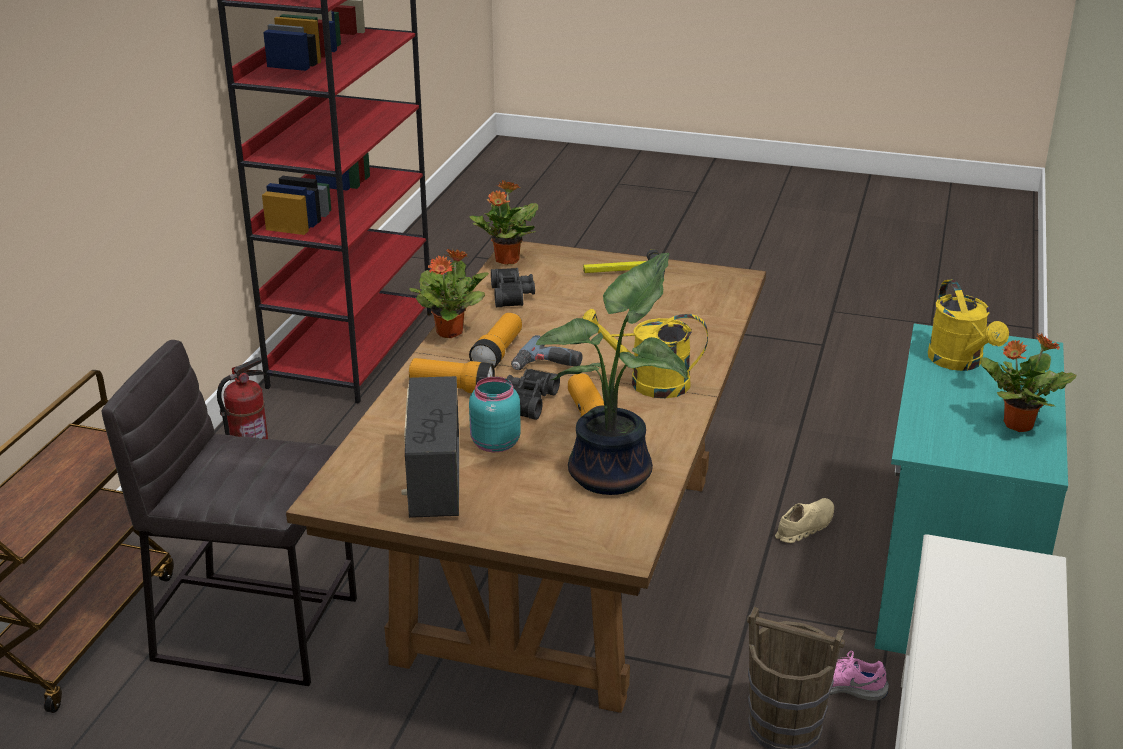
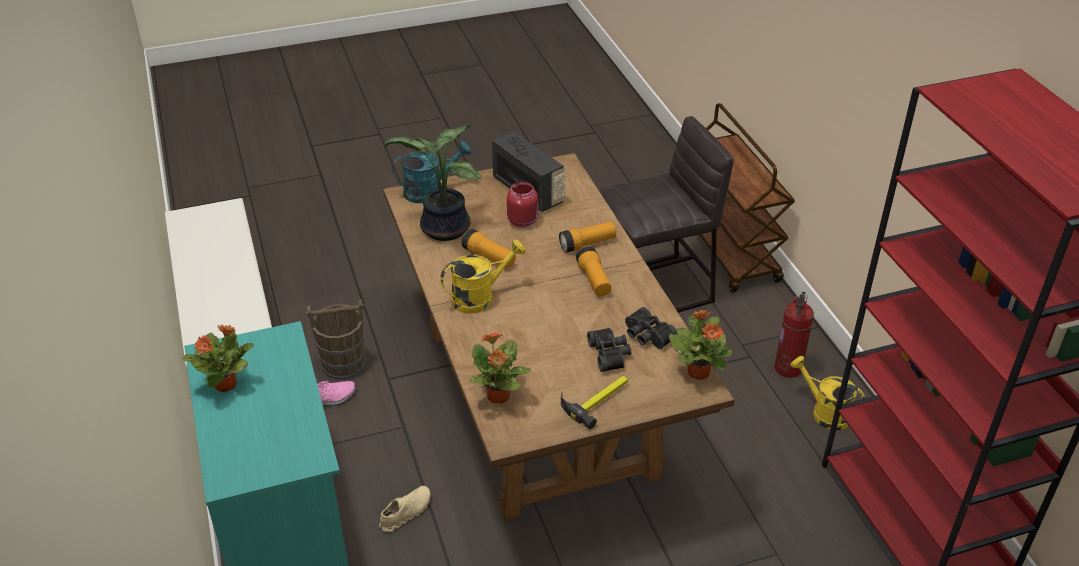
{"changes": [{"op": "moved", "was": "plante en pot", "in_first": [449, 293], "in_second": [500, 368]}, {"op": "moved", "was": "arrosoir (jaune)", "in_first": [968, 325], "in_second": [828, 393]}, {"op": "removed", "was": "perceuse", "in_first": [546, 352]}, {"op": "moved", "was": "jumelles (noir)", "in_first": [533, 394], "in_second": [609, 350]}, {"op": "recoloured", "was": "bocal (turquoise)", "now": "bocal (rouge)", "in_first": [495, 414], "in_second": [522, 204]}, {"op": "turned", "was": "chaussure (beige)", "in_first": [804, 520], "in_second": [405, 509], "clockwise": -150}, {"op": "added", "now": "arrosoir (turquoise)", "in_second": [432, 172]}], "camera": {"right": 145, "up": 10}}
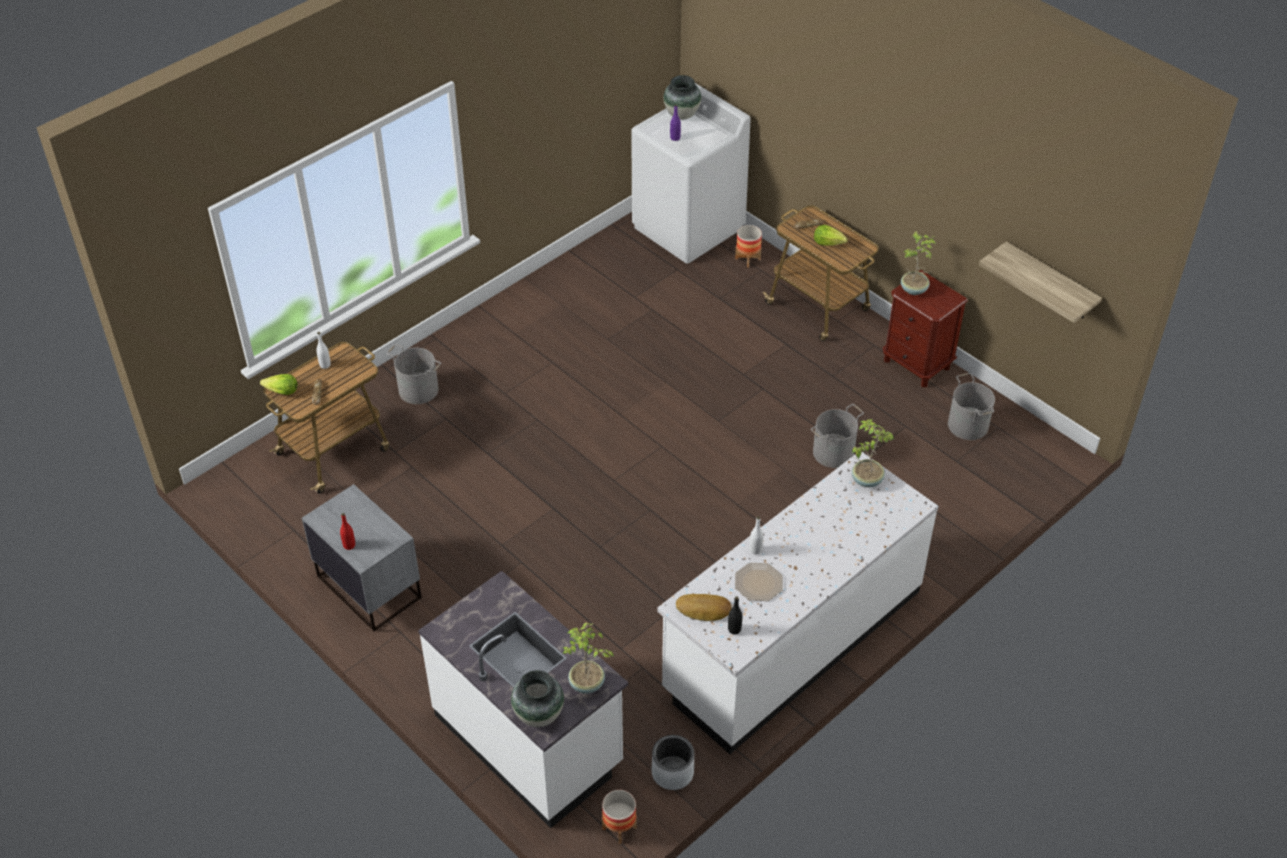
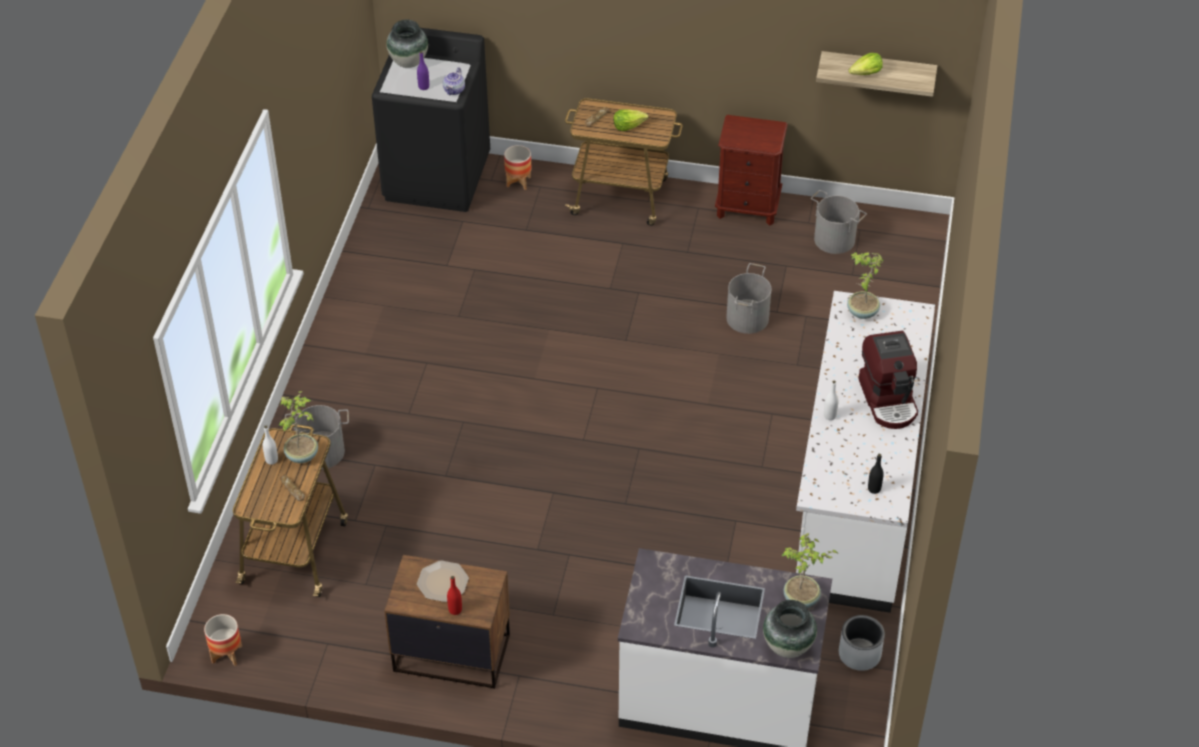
{"changes": [{"op": "recoloured", "was": "lave-linge (blanc)", "now": "lave-linge (noir)", "in_first": [691, 173], "in_second": [431, 120]}, {"op": "moved", "was": "plante en pot", "in_first": [919, 263], "in_second": [298, 427]}, {"op": "moved", "was": "laitue", "in_first": [279, 384], "in_second": [865, 64]}, {"op": "recoloured", "was": "table de chevet (gris)", "now": "table de chevet (marron)", "in_first": [362, 558], "in_second": [447, 622]}, {"op": "moved", "was": "assiette", "in_first": [759, 582], "in_second": [443, 581]}, {"op": "removed", "was": "pain", "in_first": [704, 607]}, {"op": "moved", "was": "cache-pot", "in_first": [619, 817], "in_second": [223, 640]}, {"op": "added", "now": "théière", "in_second": [454, 81]}, {"op": "added", "now": "machine à café", "in_second": [888, 380]}], "camera": {"right": -35, "up": 0}}
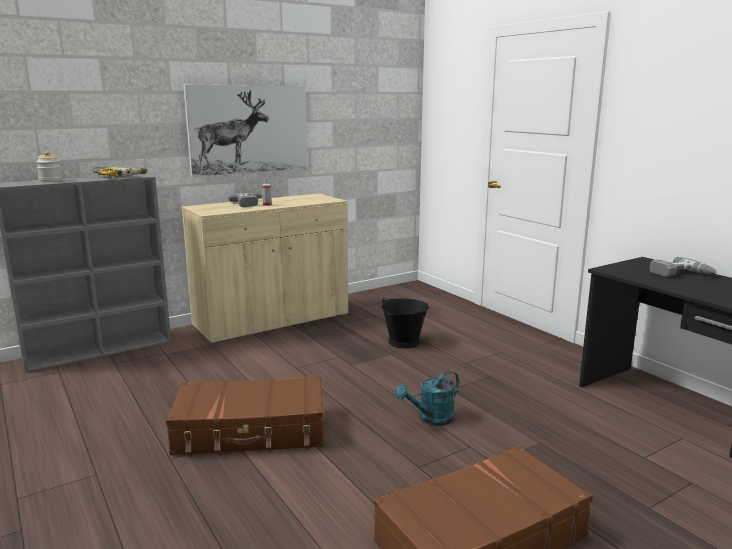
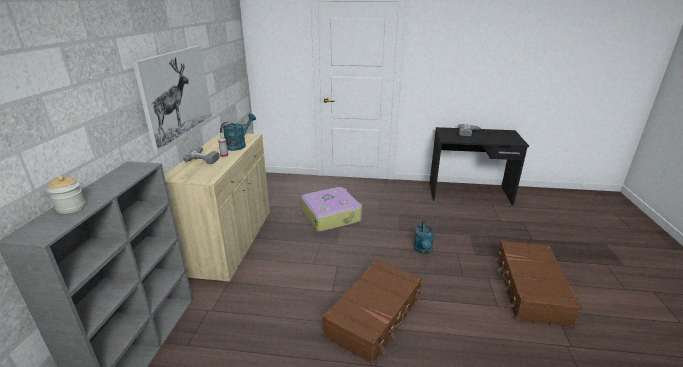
{"changes": [{"op": "removed", "was": "perceuse", "in_first": [119, 171]}, {"op": "replaced", "was": "seau (noir)", "now": "valise", "in_first": [406, 323], "in_second": [331, 209]}, {"op": "added", "now": "arrosoir (turquoise)", "in_second": [238, 132]}], "camera": {"right": -50, "up": 10}}
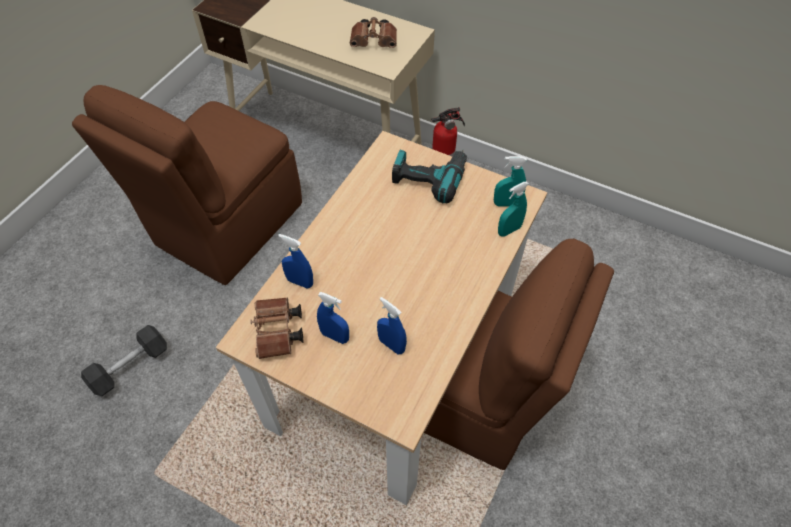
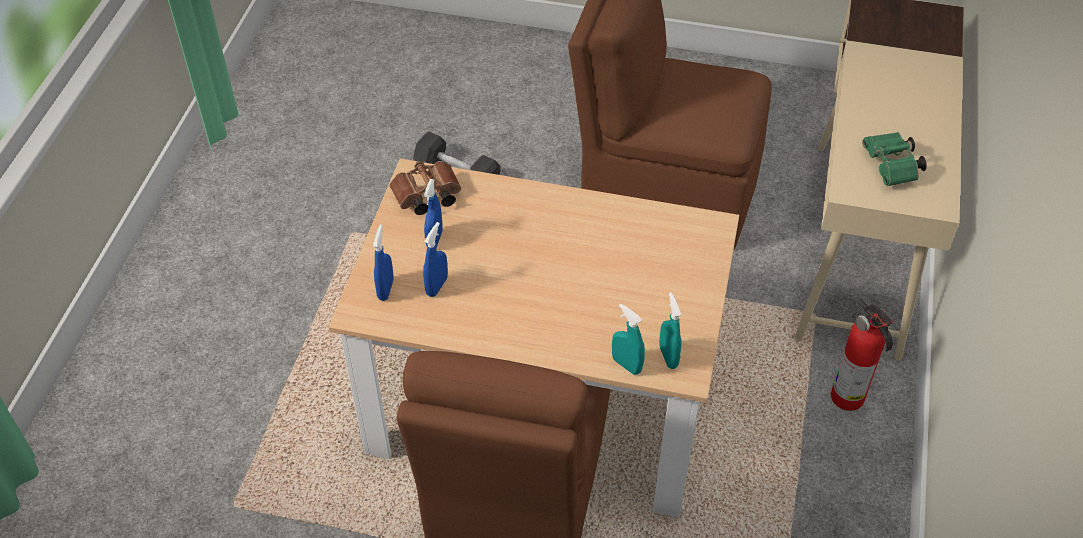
{"changes": [{"op": "recoloured", "was": "jumelles (marron)", "now": "jumelles (vert)", "in_first": [373, 32], "in_second": [894, 159]}, {"op": "removed", "was": "perceuse", "in_first": [429, 177]}, {"op": "moved", "was": "vaporisateur (bleu)", "in_first": [295, 261], "in_second": [383, 262]}], "camera": {"right": 75, "up": -5}}
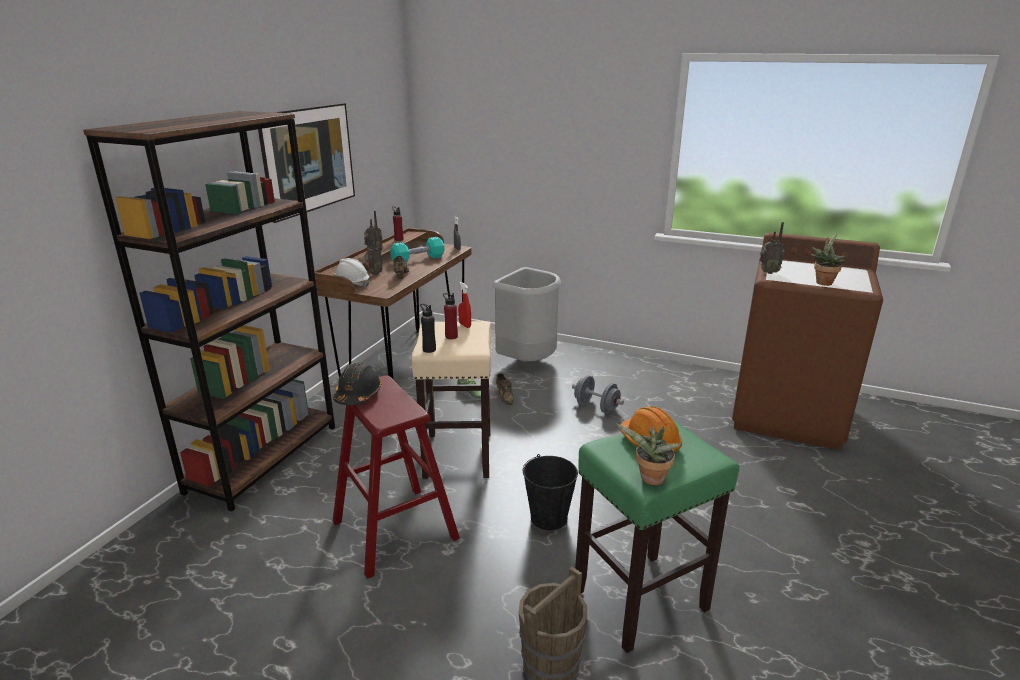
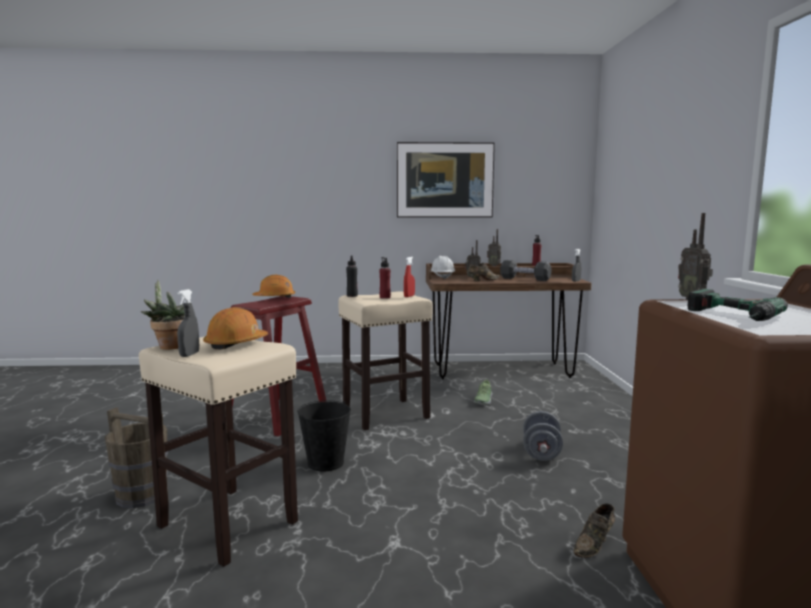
{"changes": [{"op": "removed", "was": "bibliothèque (marron)", "in_first": [209, 311]}, {"op": "replaced", "was": "plante en pot", "now": "perceuse", "in_first": [828, 259], "in_second": [737, 305]}, {"op": "recoloured", "was": "haltère (turquoise)", "now": "haltère (noir)", "in_first": [417, 250], "in_second": [526, 270]}, {"op": "removed", "was": "poubelle (gris)", "in_first": [527, 314]}, {"op": "recoloured", "was": "casque de chantier (noir)", "now": "casque de chantier (orange)", "in_first": [357, 383], "in_second": [273, 286]}, {"op": "moved", "was": "chaussure (marron)", "in_first": [505, 389], "in_second": [594, 531]}, {"op": "recoloured", "was": "tabouret (vert)", "now": "tabouret (beige)", "in_first": [657, 536], "in_second": [218, 451]}, {"op": "added", "now": "vaporisateur (gris)", "in_second": [188, 323]}], "camera": {"right": 65, "up": -15}}
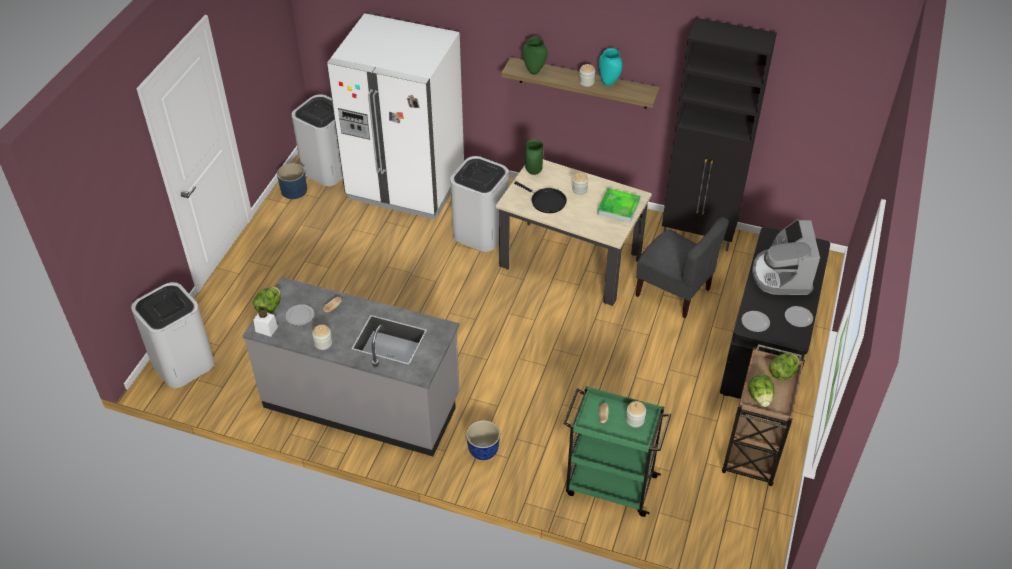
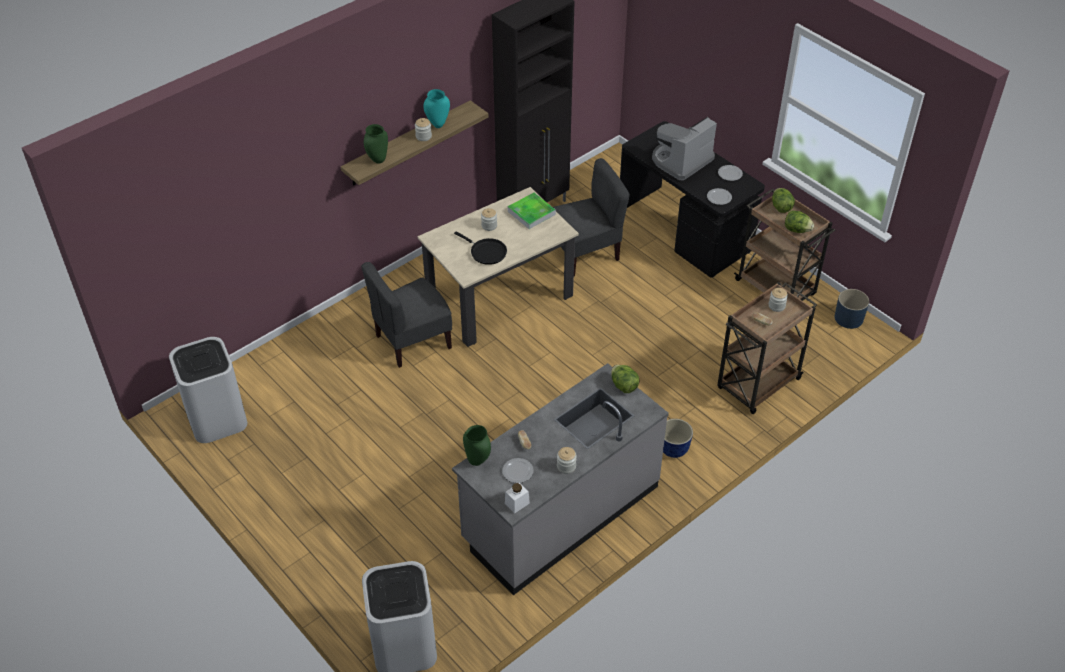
{"changes": [{"op": "removed", "was": "réfrigérateur (blanc)", "in_first": [395, 116]}, {"op": "moved", "was": "vase (vert)", "in_first": [534, 157], "in_second": [477, 445]}, {"op": "replaced", "was": "poubelle (blanc)", "now": "chaise (gris)", "in_first": [479, 204], "in_second": [406, 315]}, {"op": "moved", "was": "cache-pot (bleu)", "in_first": [292, 181], "in_second": [851, 309]}, {"op": "turned", "was": "poêle (noir)", "in_first": [540, 197], "in_second": [480, 248], "clockwise": 60}, {"op": "turned", "was": "machine à café", "in_first": [786, 257], "in_second": [684, 148], "clockwise": 105}, {"op": "moved", "was": "laitue", "in_first": [267, 300], "in_second": [625, 379]}, {"op": "recoloured", "was": "chariot (vert)", "now": "chariot (marron)", "in_first": [617, 451], "in_second": [767, 348]}], "camera": {"right": -60, "up": 0}}
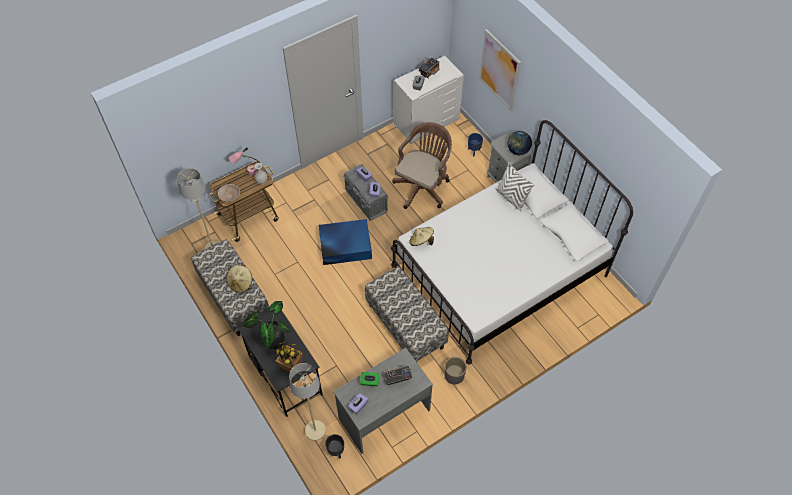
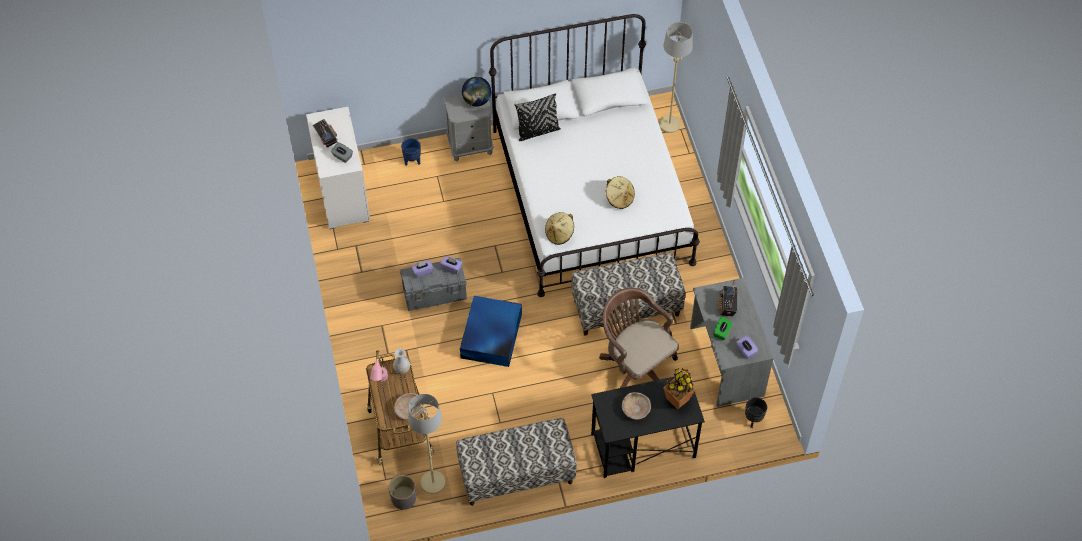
{"changes": [{"op": "removed", "was": "tableau", "in_first": [500, 70]}, {"op": "moved", "was": "chaise de bureau (marron)", "in_first": [422, 165], "in_second": [639, 337]}, {"op": "recoloured", "was": "coussin (blanc)", "now": "coussin (noir)", "in_first": [515, 186], "in_second": [538, 117]}, {"op": "moved", "was": "chapeau (beige)", "in_first": [239, 278], "in_second": [620, 192]}, {"op": "replaced", "was": "plante en pot", "now": "bol (beige)", "in_first": [267, 325], "in_second": [636, 406]}, {"op": "moved", "was": "cache-pot (gris)", "in_first": [455, 371], "in_second": [402, 492]}, {"op": "moved", "was": "lampadaire (beige)", "in_first": [307, 402], "in_second": [676, 77]}], "camera": {"right": -70, "up": 0}}
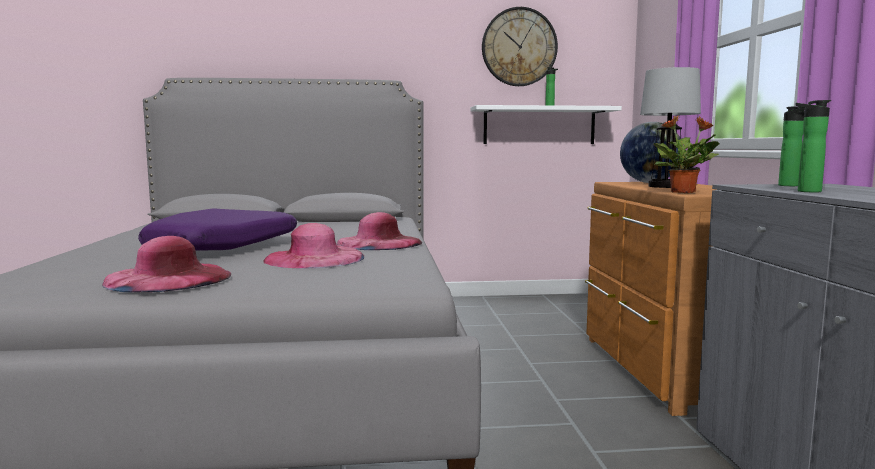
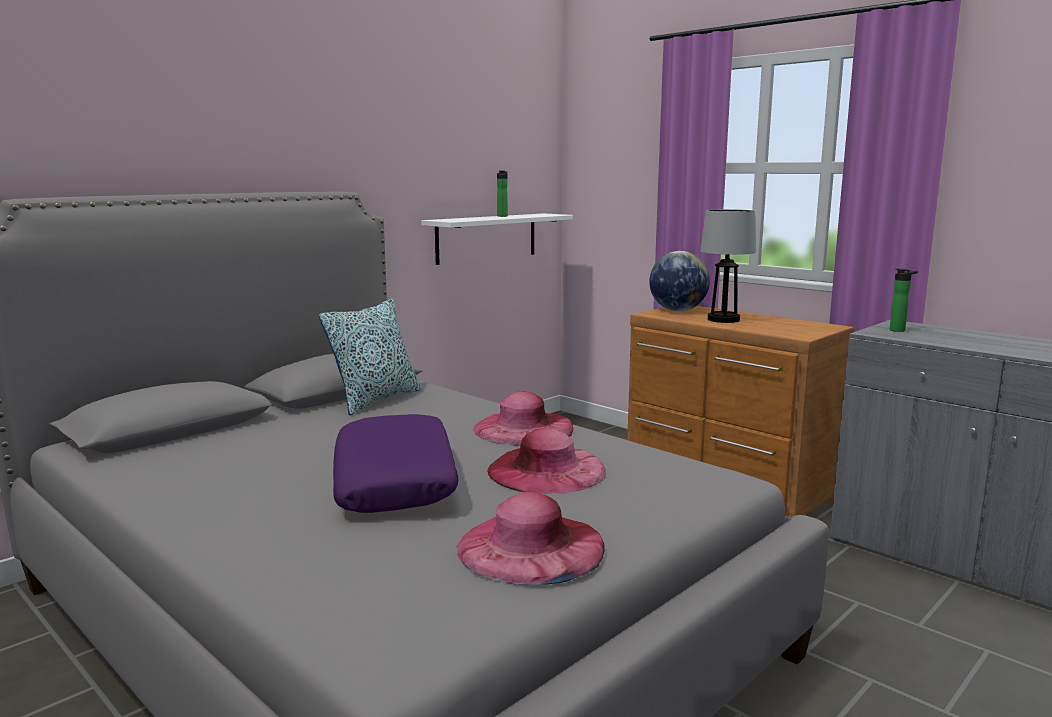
{"changes": [{"op": "removed", "was": "horloge murale", "in_first": [520, 46]}, {"op": "removed", "was": "bouteille", "in_first": [813, 146]}, {"op": "removed", "was": "plante en pot", "in_first": [686, 154]}, {"op": "added", "now": "coussin", "in_second": [370, 356]}], "camera": {"right": -40, "up": 5}}
